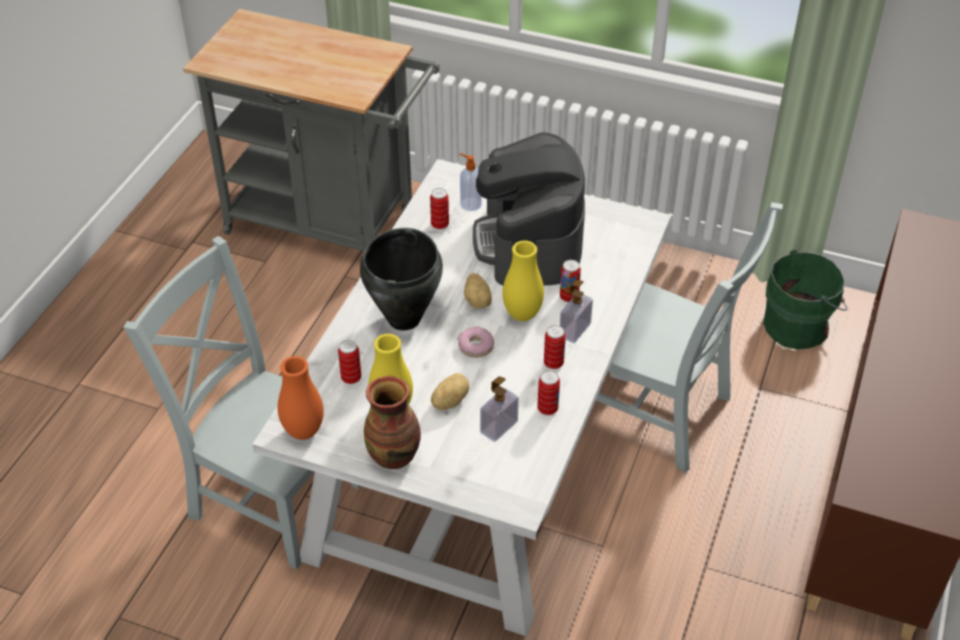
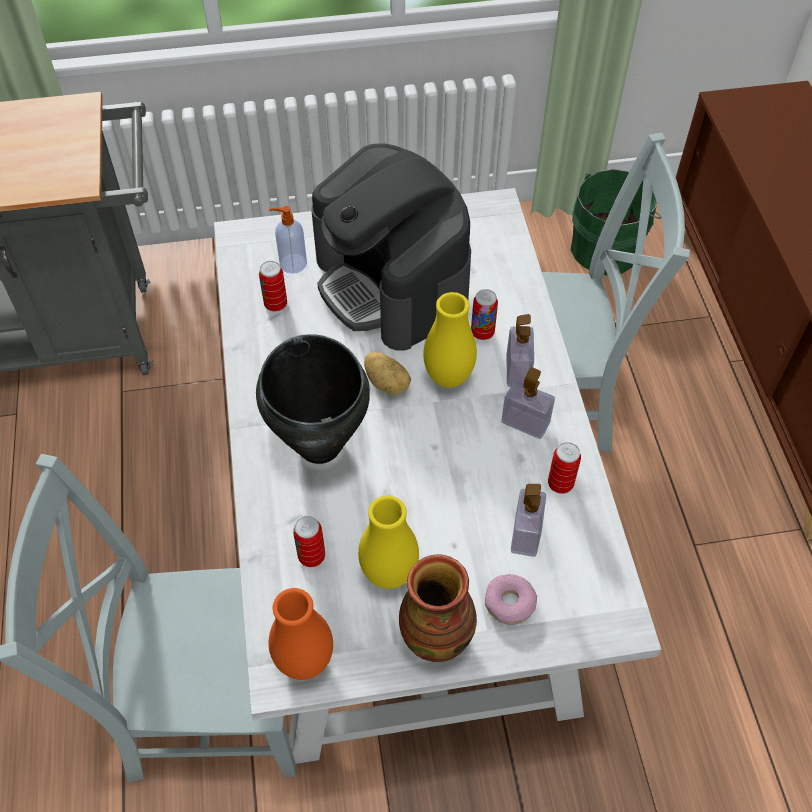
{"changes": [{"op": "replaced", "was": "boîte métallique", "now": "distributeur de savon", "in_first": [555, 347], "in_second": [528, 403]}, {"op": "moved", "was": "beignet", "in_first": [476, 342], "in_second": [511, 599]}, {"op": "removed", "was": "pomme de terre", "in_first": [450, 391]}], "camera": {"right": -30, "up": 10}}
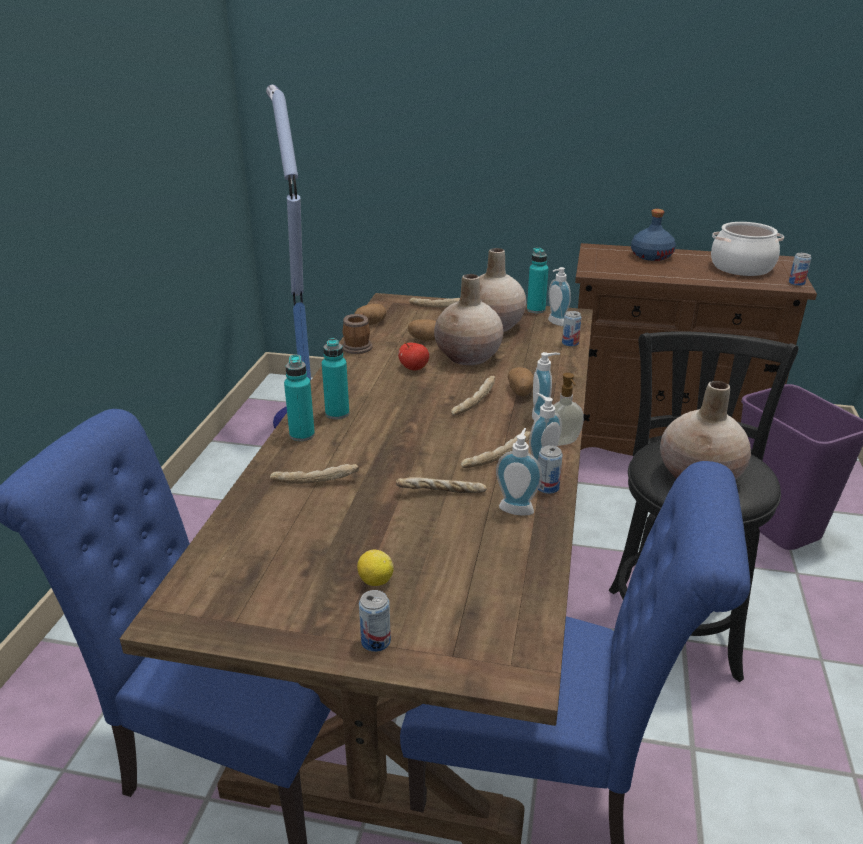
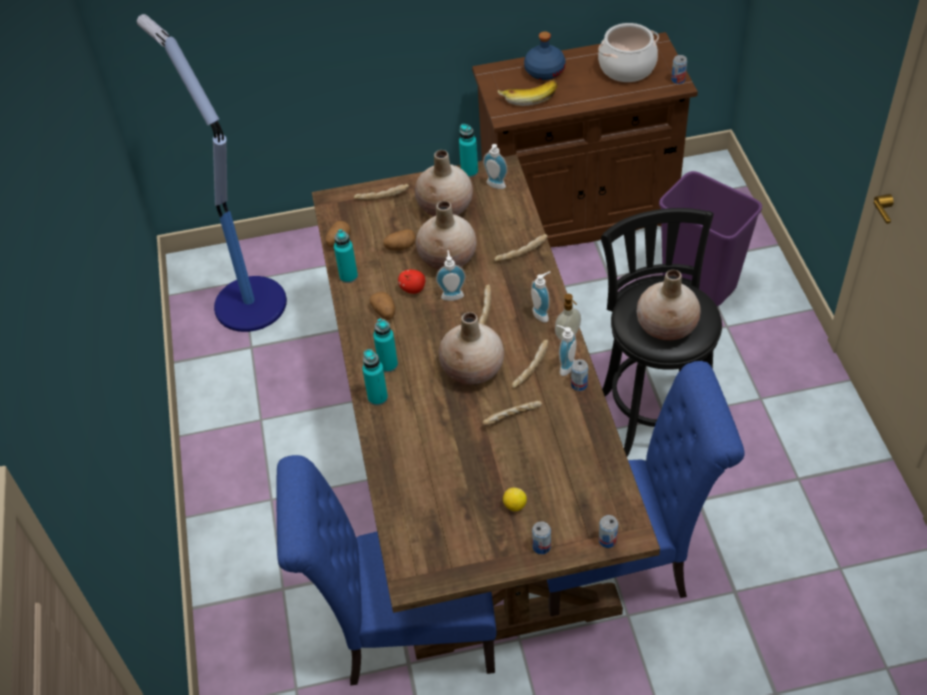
{"changes": [{"op": "moved", "was": "boîte métallique", "in_first": [571, 329], "in_second": [608, 531]}, {"op": "replaced", "was": "mug", "now": "bouteille (turquoise)", "in_first": [357, 333], "in_second": [346, 256]}, {"op": "moved", "was": "pomme de terre", "in_first": [521, 382], "in_second": [382, 306]}, {"op": "moved", "was": "distributeur de savon", "in_first": [519, 471], "in_second": [451, 275]}, {"op": "moved", "was": "pain", "in_first": [314, 474], "in_second": [521, 248]}, {"op": "added", "now": "banane", "in_second": [528, 92]}, {"op": "added", "now": "vase (beige)", "in_second": [471, 348]}], "camera": {"right": -20, "up": 20}}
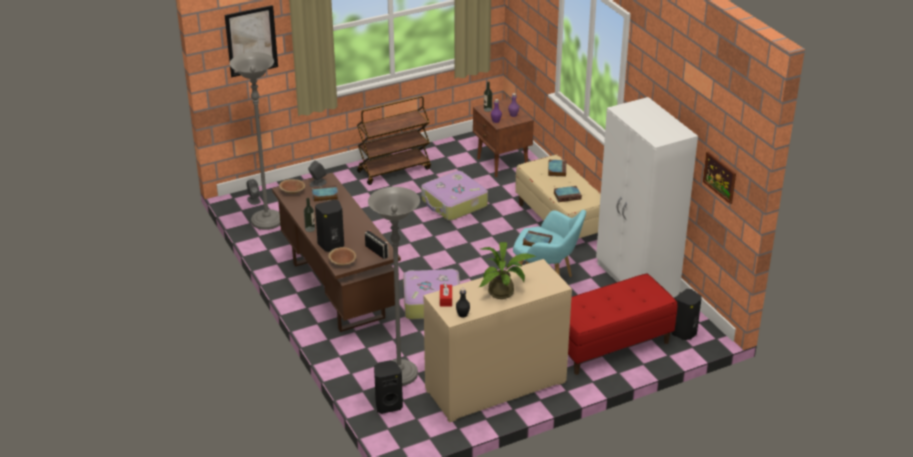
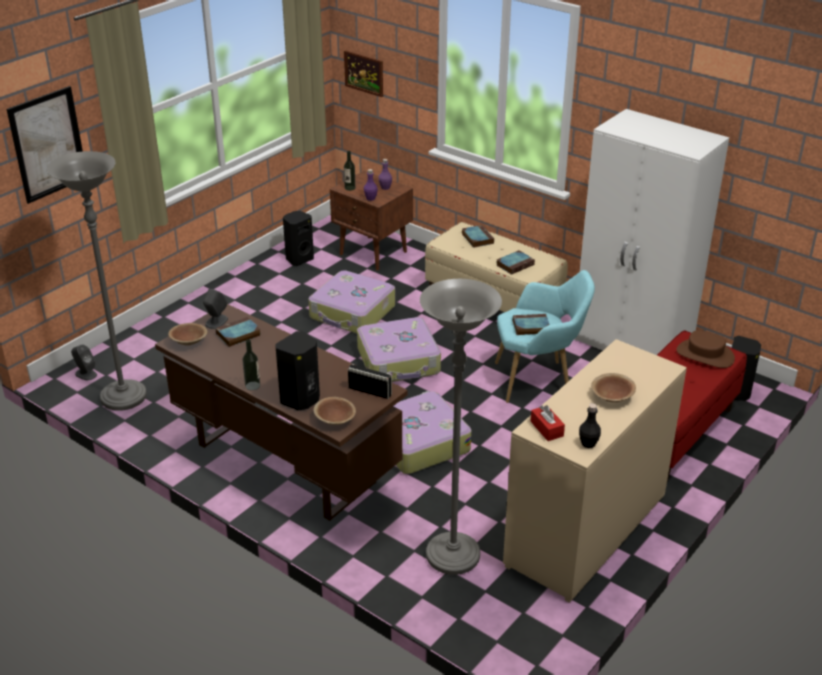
{"changes": [{"op": "removed", "was": "chariot (marron)", "in_first": [394, 140]}, {"op": "moved", "was": "tableau", "in_first": [719, 177], "in_second": [363, 73]}, {"op": "replaced", "was": "plante en pot", "now": "bol (marron)", "in_first": [507, 270], "in_second": [613, 387]}, {"op": "moved", "was": "enceinte (noir)", "in_first": [388, 387], "in_second": [298, 238]}, {"op": "added", "now": "valise", "in_second": [399, 349]}, {"op": "added", "now": "chapeau (marron)", "in_second": [706, 349]}], "camera": {"right": -25, "up": 0}}
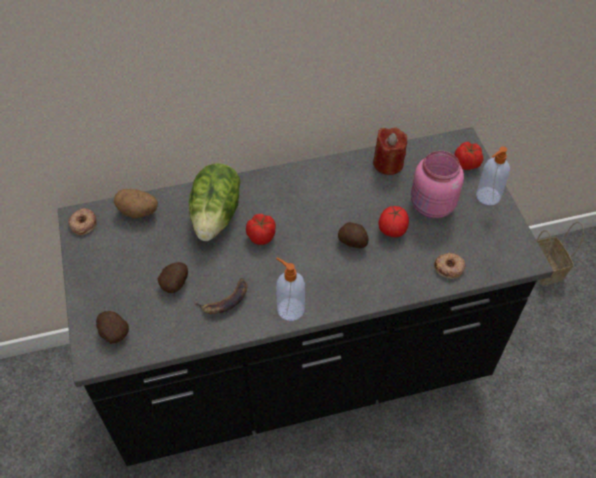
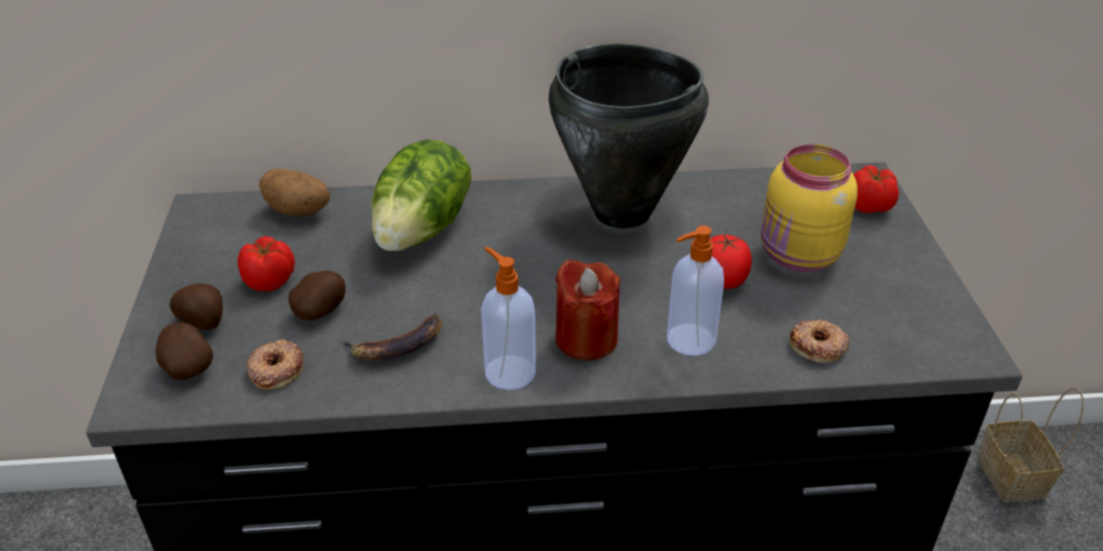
{"changes": [{"op": "moved", "was": "bougie (rouge)", "in_first": [390, 151], "in_second": [587, 310]}, {"op": "moved", "was": "distributeur de savon", "in_first": [493, 175], "in_second": [695, 291]}, {"op": "recoloured", "was": "bocal (rose)", "now": "bocal (jaune)", "in_first": [437, 185], "in_second": [809, 208]}, {"op": "moved", "was": "beignet", "in_first": [83, 221], "in_second": [275, 365]}, {"op": "moved", "was": "tomate", "in_first": [261, 229], "in_second": [266, 263]}, {"op": "moved", "was": "pomme de terre", "in_first": [353, 235], "in_second": [196, 306]}, {"op": "added", "now": "marmite (noir)", "in_second": [629, 135]}], "camera": {"right": 10, "up": -15}}
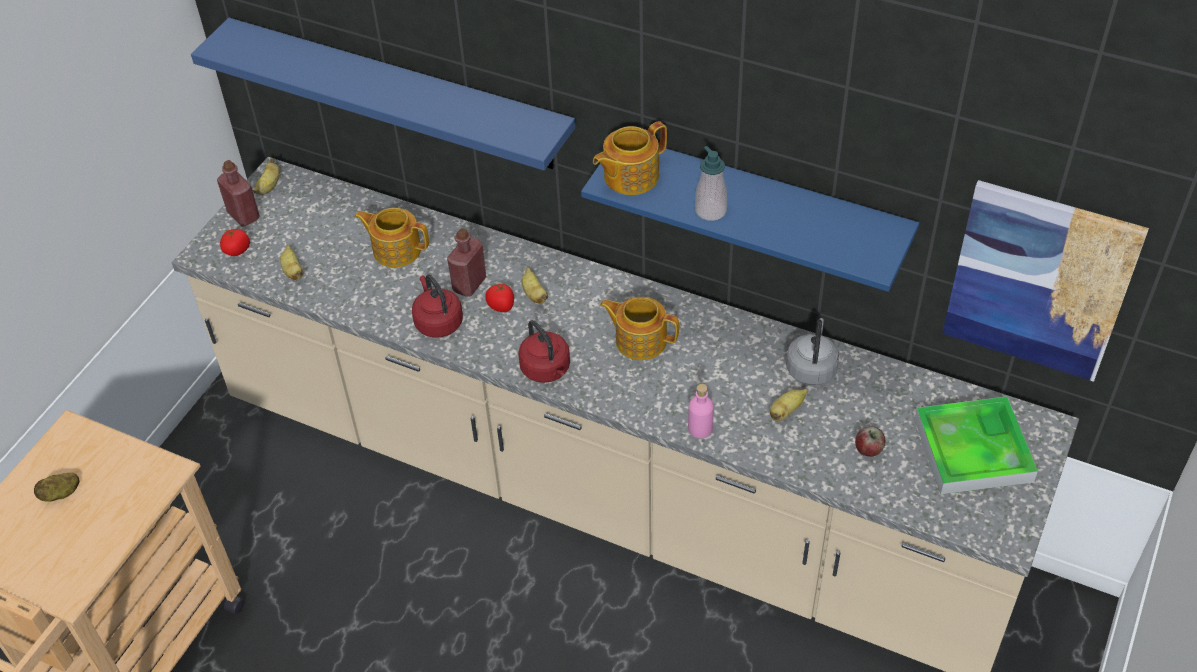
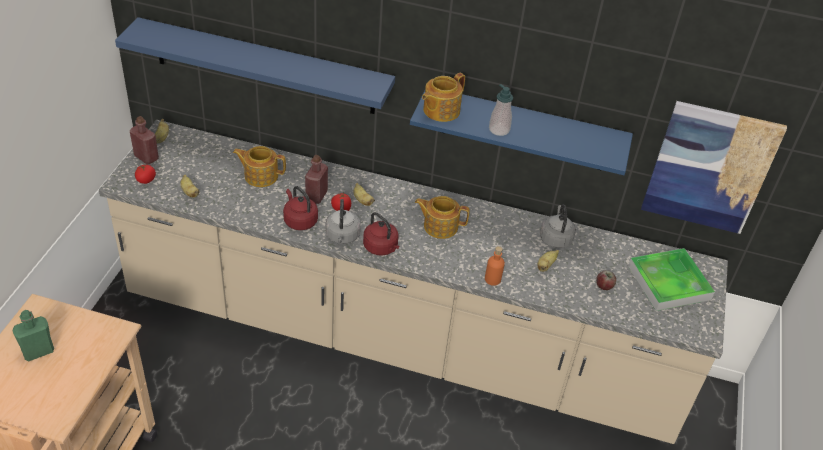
{"changes": [{"op": "recoloured", "was": "bouteille (rose)", "now": "bouteille (orange)", "in_first": [701, 411], "in_second": [495, 266]}, {"op": "replaced", "was": "pomme de terre", "now": "bouteille (vert)", "in_first": [57, 487], "in_second": [33, 335]}, {"op": "added", "now": "bouilloire (gris)", "in_second": [343, 221]}], "camera": {"right": -15, "up": -5}}
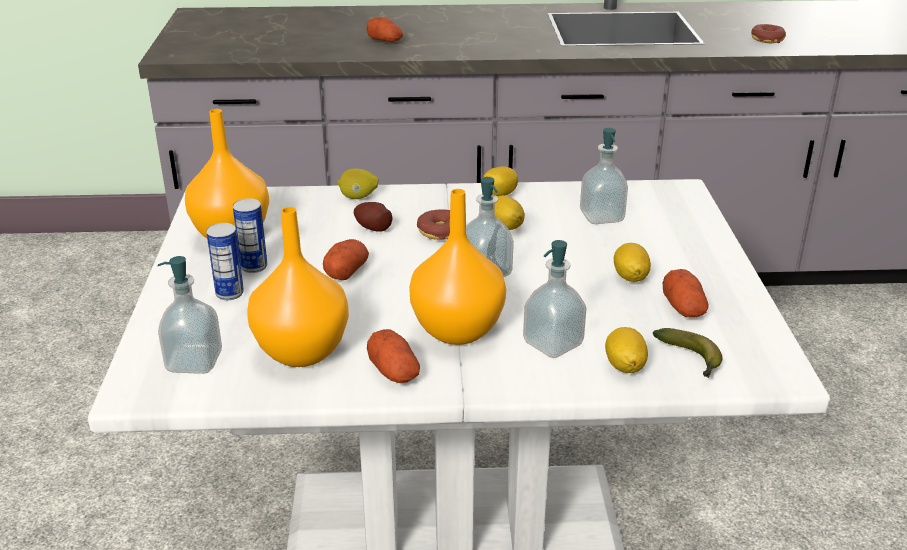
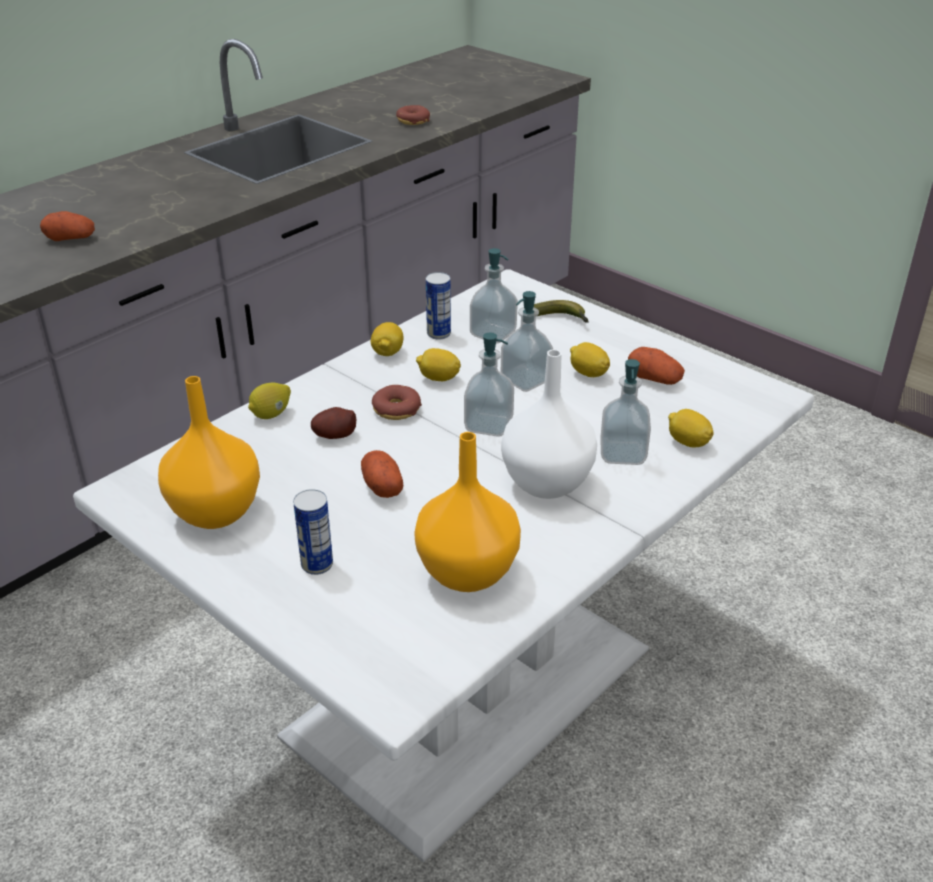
{"changes": [{"op": "recoloured", "was": "vase (orange)", "now": "vase (blanc)", "in_first": [457, 267], "in_second": [549, 424]}, {"op": "moved", "was": "boîte métallique", "in_first": [250, 235], "in_second": [438, 306]}, {"op": "moved", "was": "distributeur de savon", "in_first": [189, 315], "in_second": [527, 341]}, {"op": "moved", "was": "banane", "in_first": [688, 353], "in_second": [561, 311]}, {"op": "removed", "was": "pomme de terre", "in_first": [393, 356]}], "camera": {"right": -45, "up": 5}}
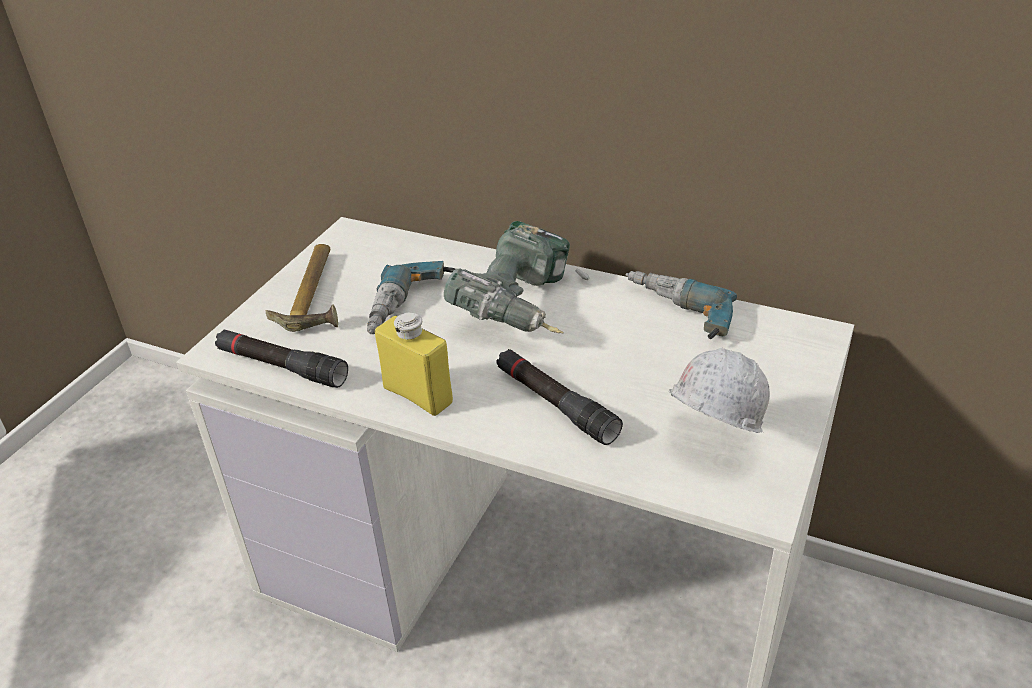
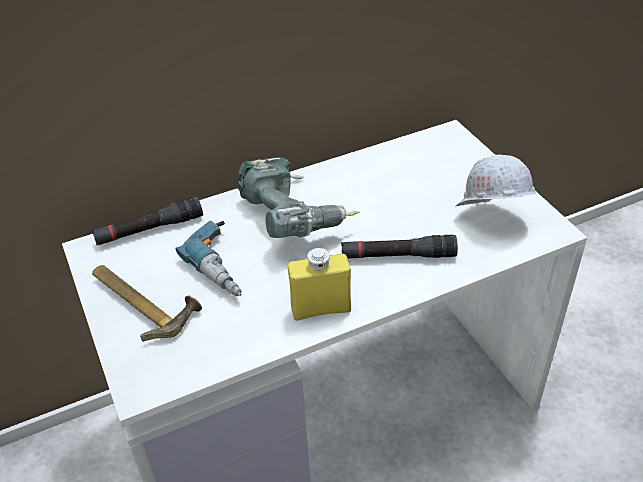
{"changes": [{"op": "removed", "was": "perceuse", "in_first": [681, 305]}, {"op": "moved", "was": "lampe de poche (noir)", "in_first": [281, 358], "in_second": [147, 221]}], "camera": {"right": -50, "up": 5}}
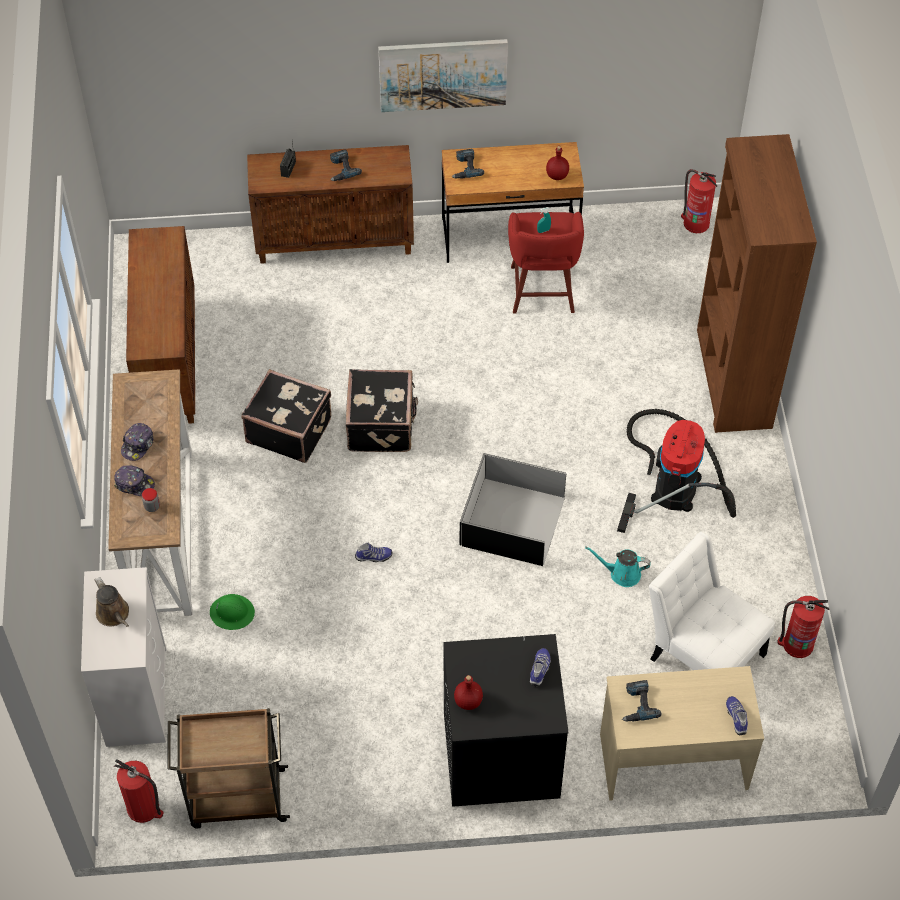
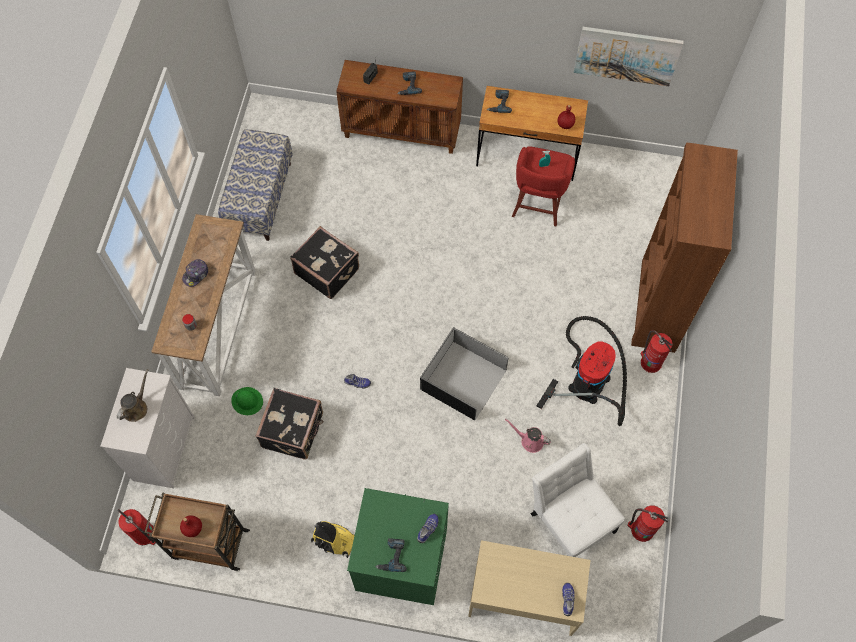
{"changes": [{"op": "moved", "was": "tableau", "in_first": [443, 75], "in_second": [629, 56]}, {"op": "moved", "was": "extincteur", "in_first": [699, 201], "in_second": [656, 351]}, {"op": "replaced", "was": "meuble de rangement (marron)", "now": "banc", "in_first": [160, 325], "in_second": [255, 185]}, {"op": "moved", "was": "valise (noir)", "in_first": [382, 410], "in_second": [290, 423]}, {"op": "removed", "was": "casquette", "in_first": [134, 480]}, {"op": "recoloured", "was": "arrosoir (turquoise)", "now": "arrosoir (rose)", "in_first": [618, 567], "in_second": [528, 436]}, {"op": "turned", "was": "arrosoir (marron)", "in_first": [112, 602], "in_second": [132, 395], "clockwise": -135}, {"op": "recoloured", "was": "lave-linge (noir)", "now": "lave-linge (vert)", "in_first": [506, 720], "in_second": [398, 546]}, {"op": "moved", "was": "bouteille (rouge)", "in_first": [468, 692], "in_second": [191, 526]}, {"op": "moved", "was": "perceuse", "in_first": [642, 700], "in_second": [391, 555]}, {"op": "added", "now": "aspirateur", "in_second": [333, 539]}], "camera": {"right": 15, "up": 10}}
